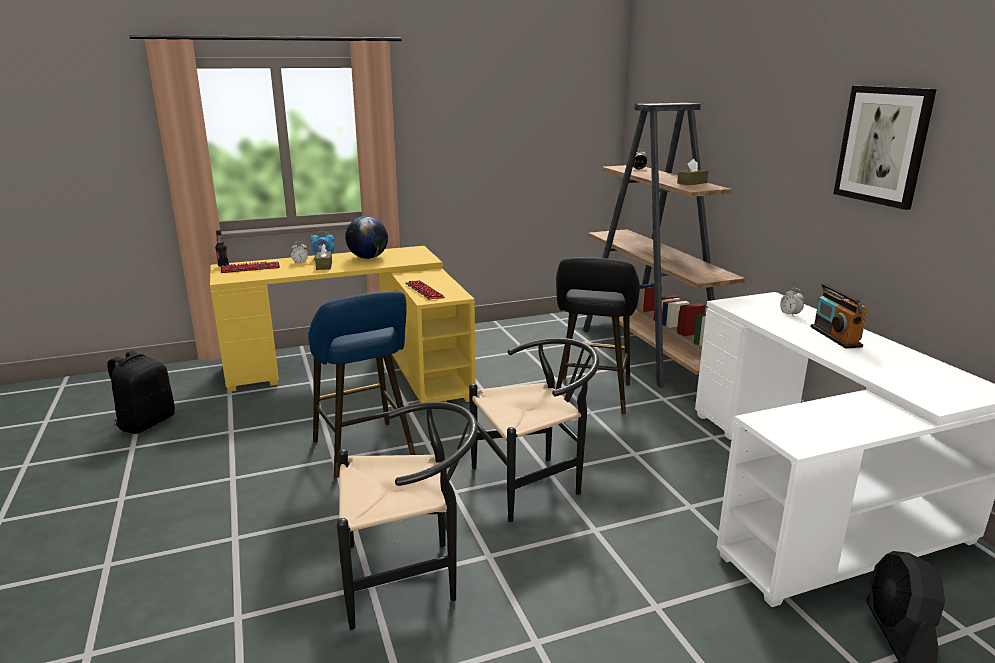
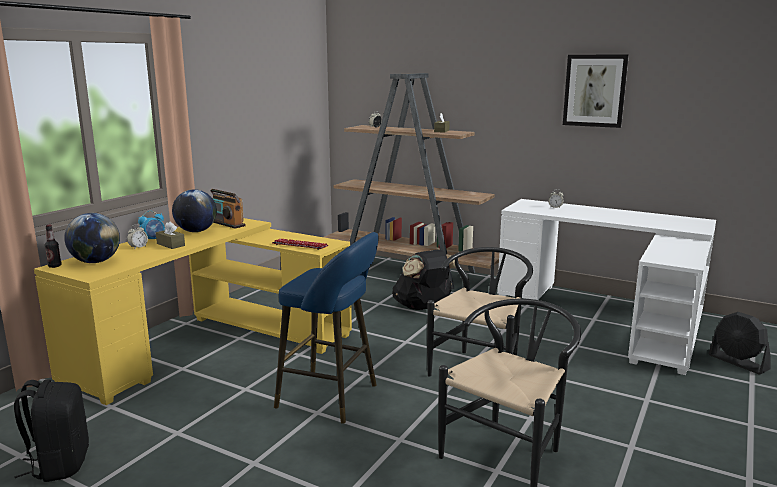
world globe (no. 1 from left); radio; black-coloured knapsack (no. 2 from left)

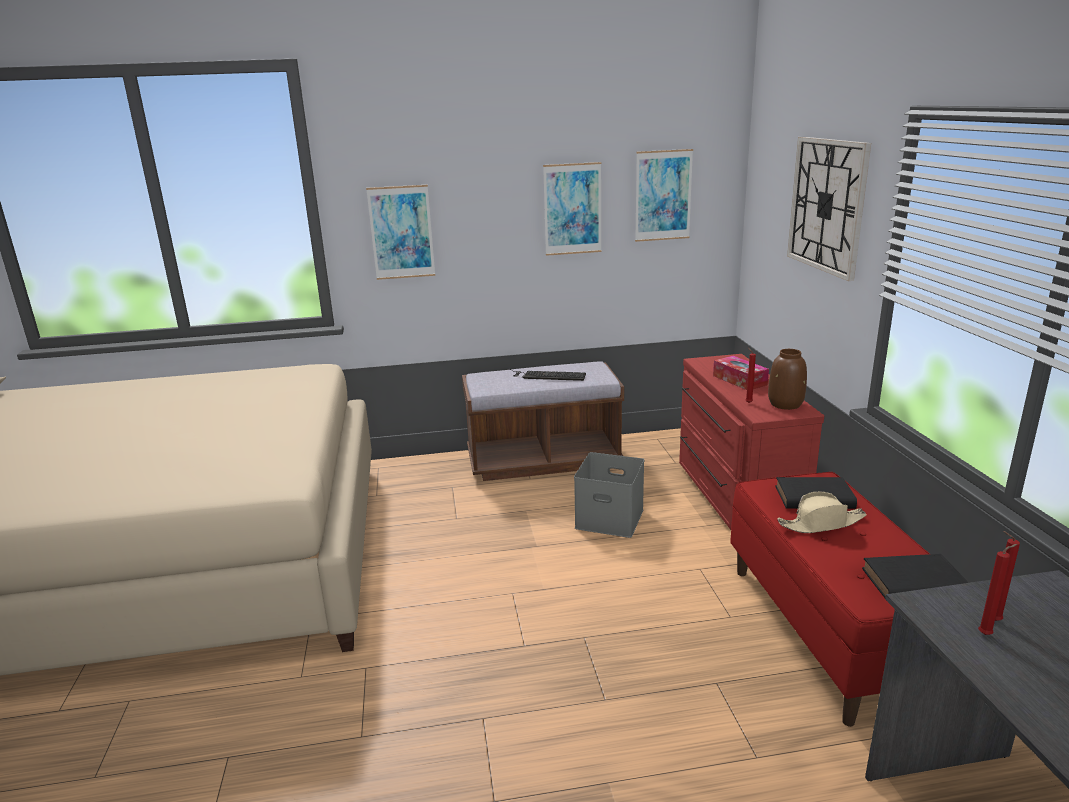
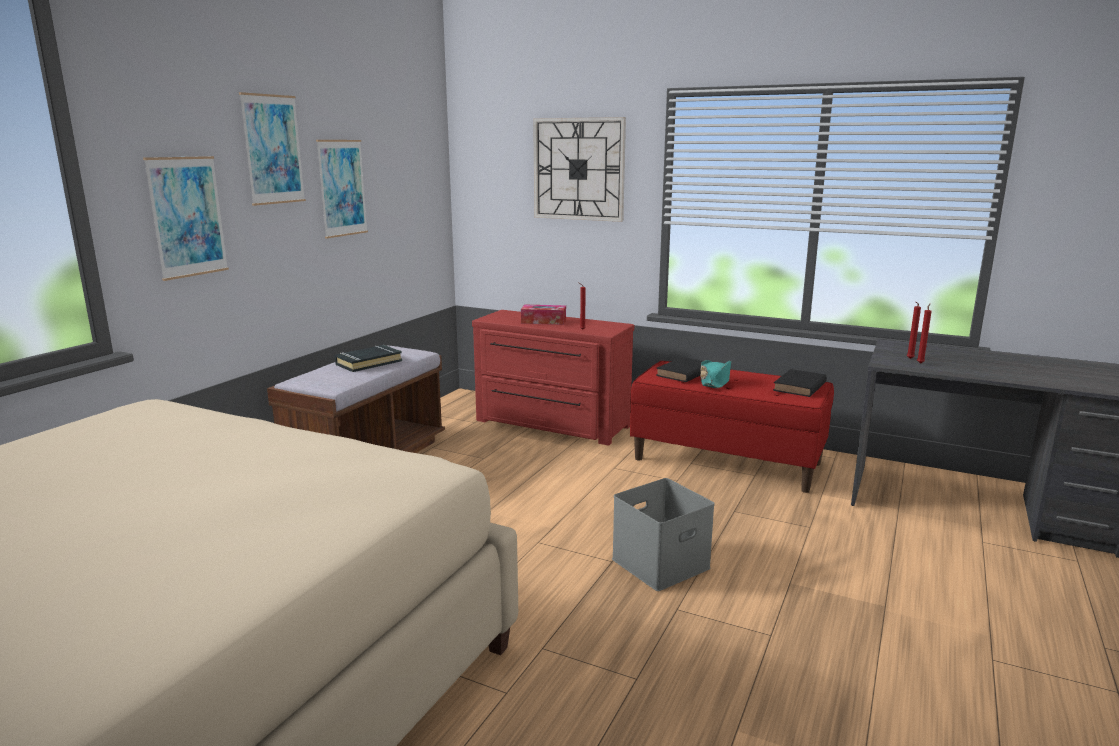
wall picture (no. 2 from left); black-coloured volume (no. 1 from left); grey storage bin; turquoise-coloured clothing hat; brown-coloured flower vase

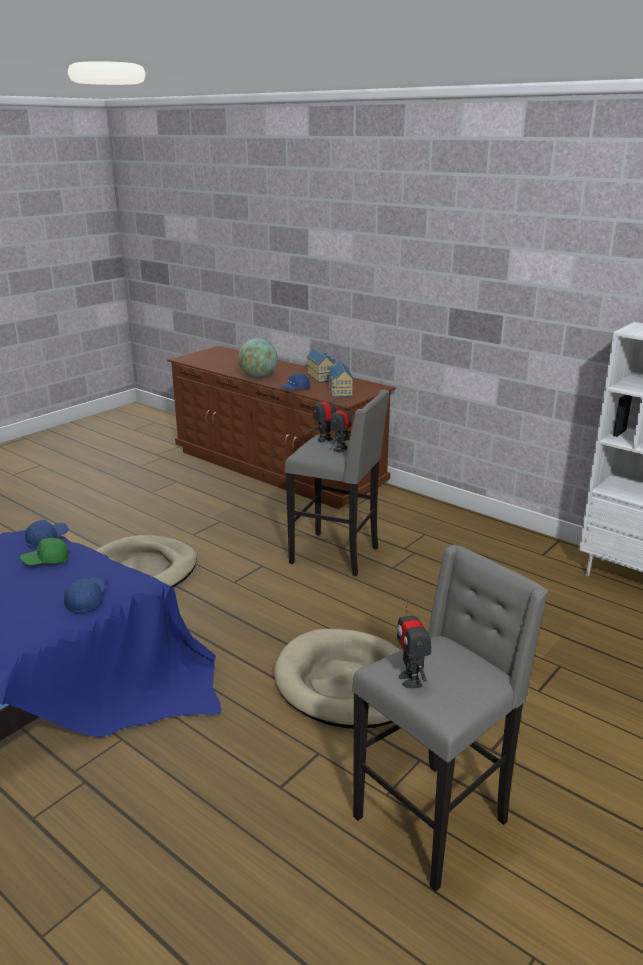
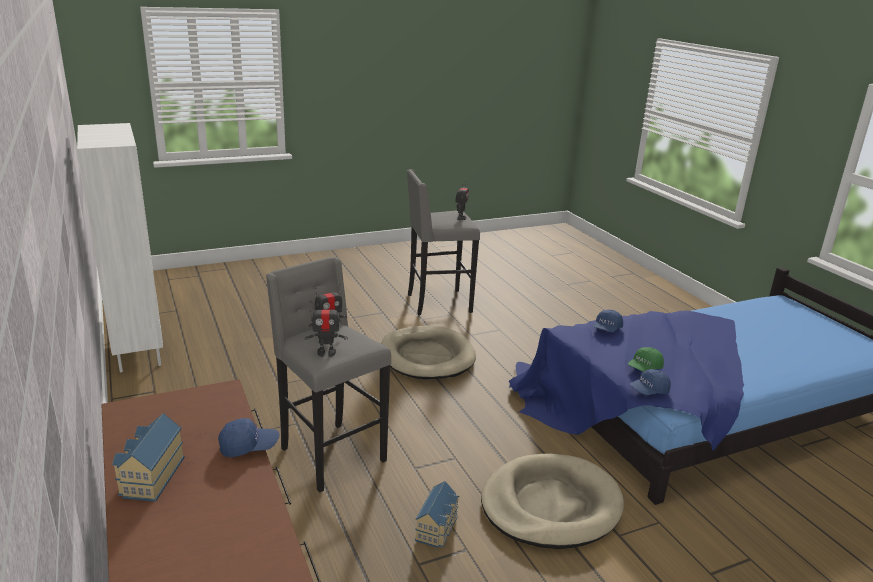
miniature house (no. 2 from left); green peaked cap; world globe

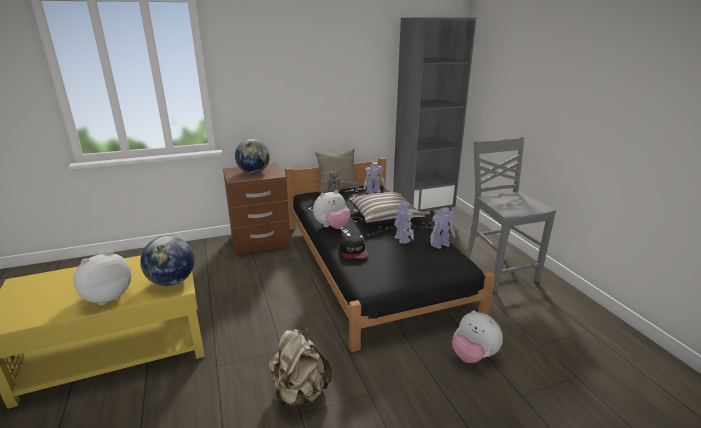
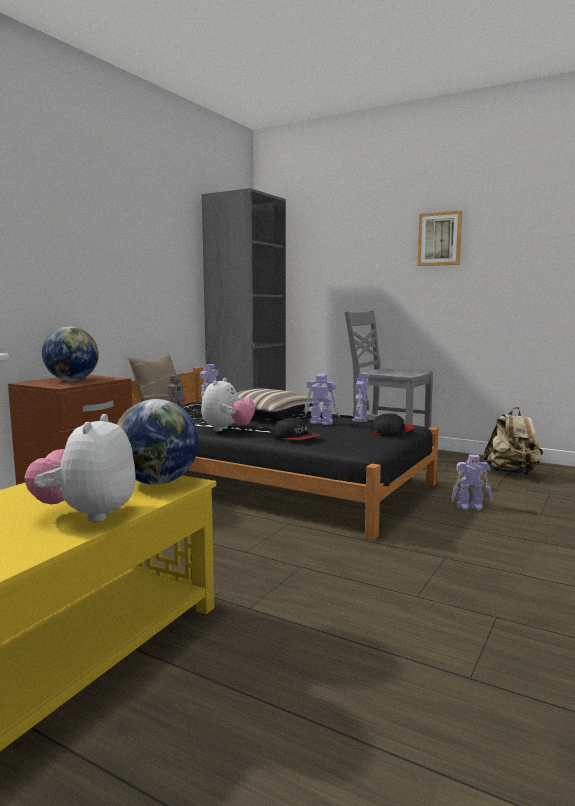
peaked cap (no. 2 from left); wall picture; model robot (no. 5 from left); sand-coloured knapsack

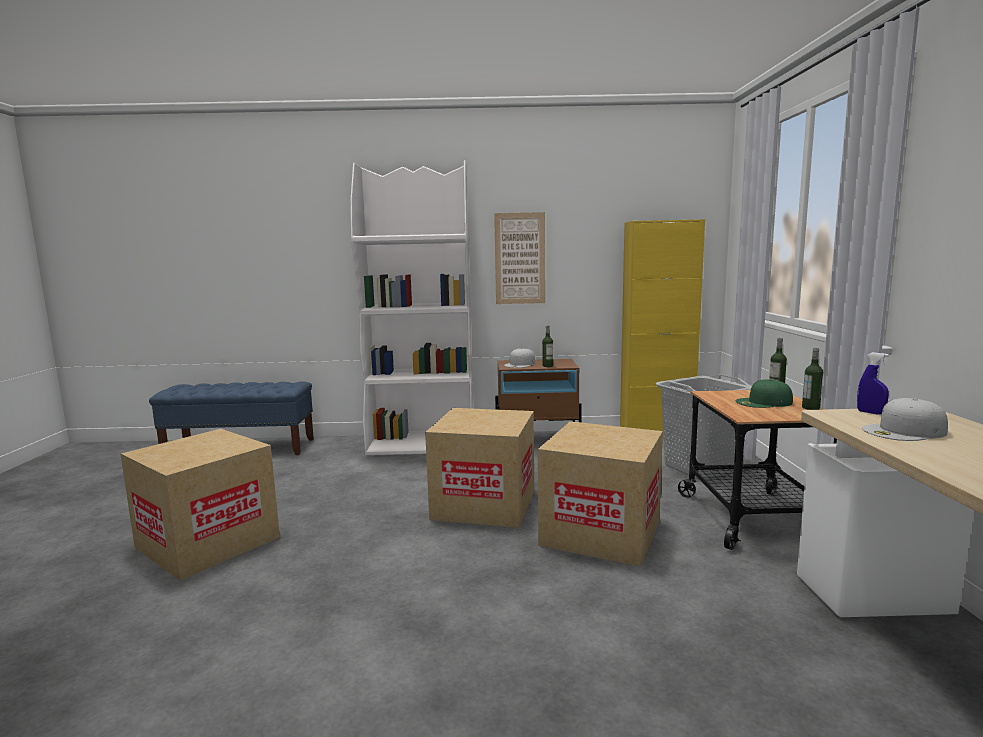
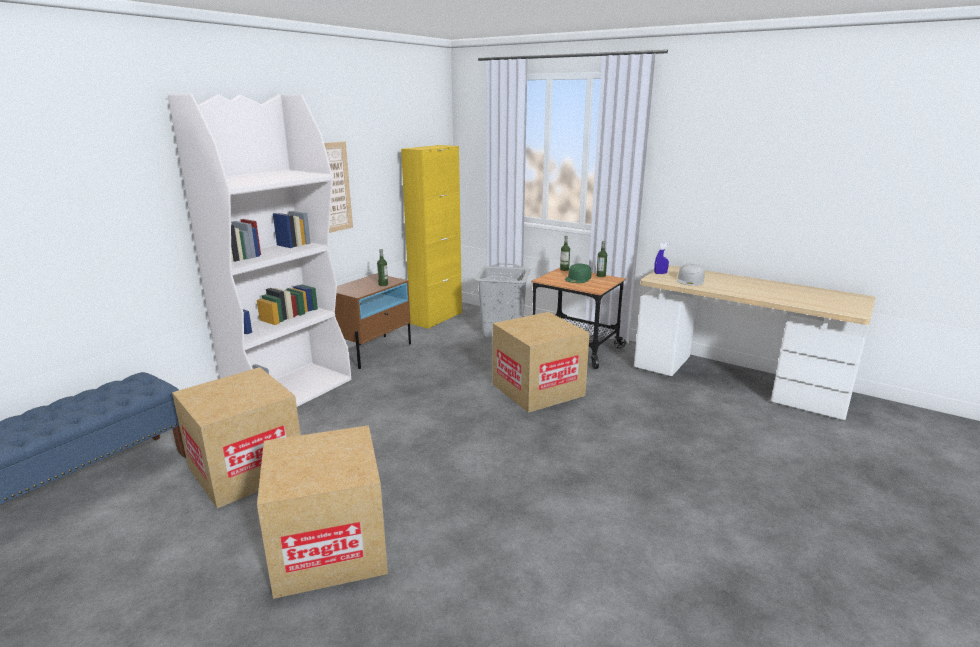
packing box (no. 1 from left); whitish peaked cap (no. 1 from left in the first image)

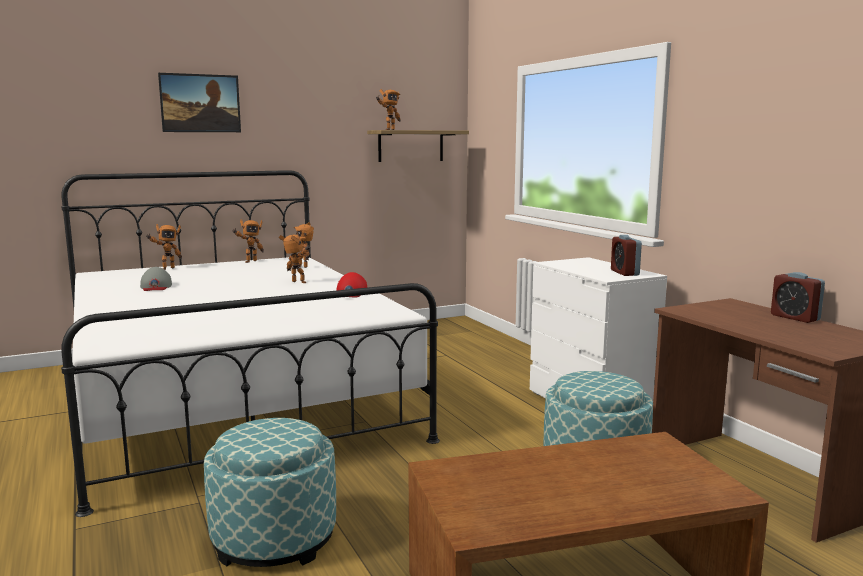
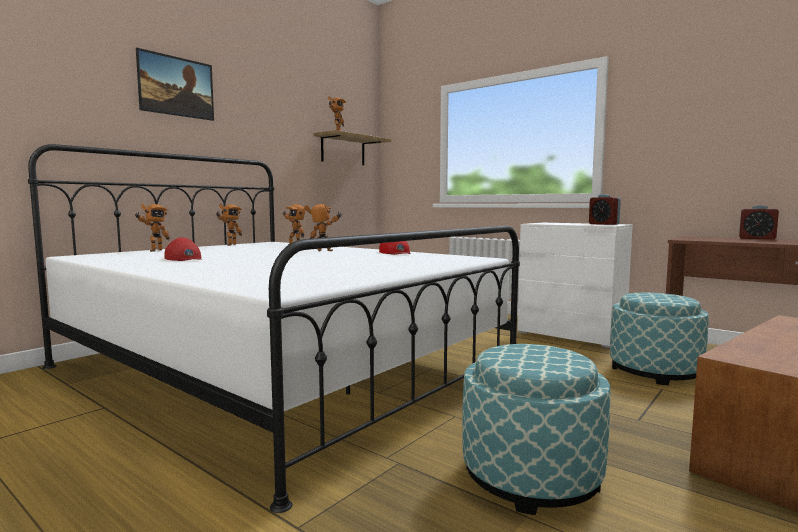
red peaked cap (no. 1 from left)

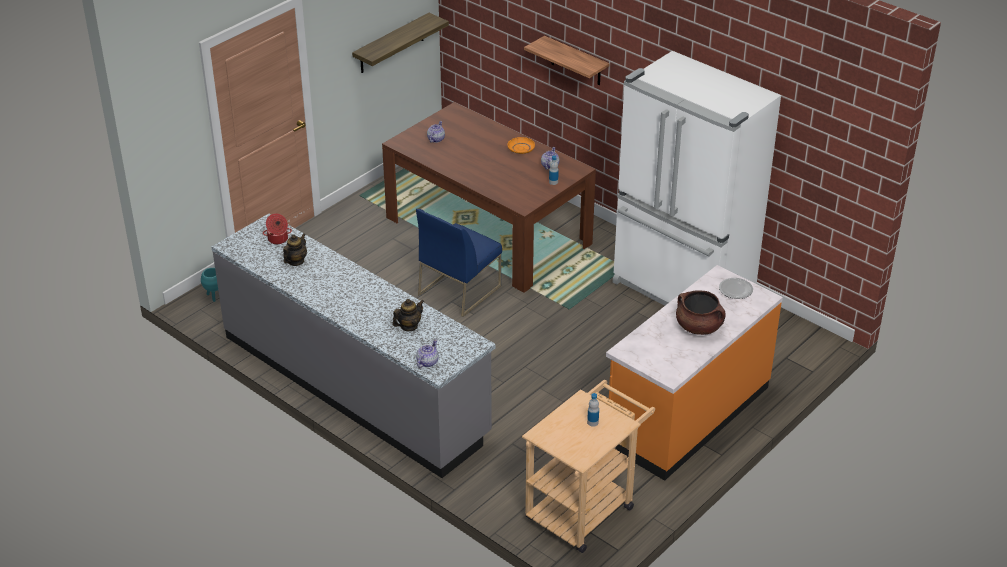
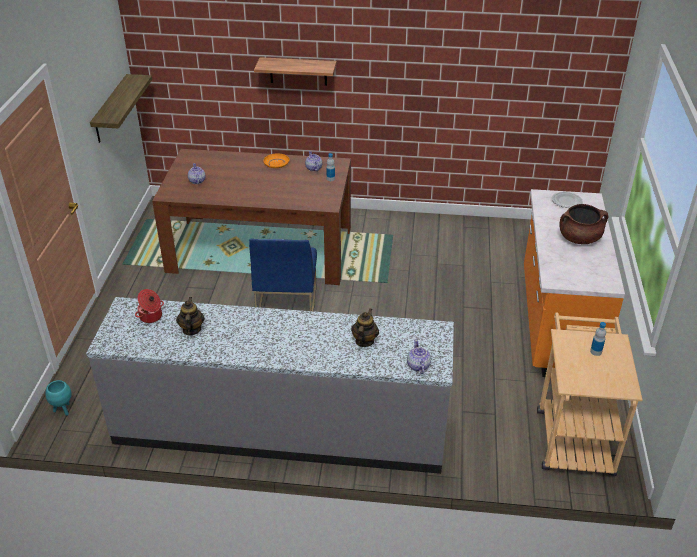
whitish refrigerator

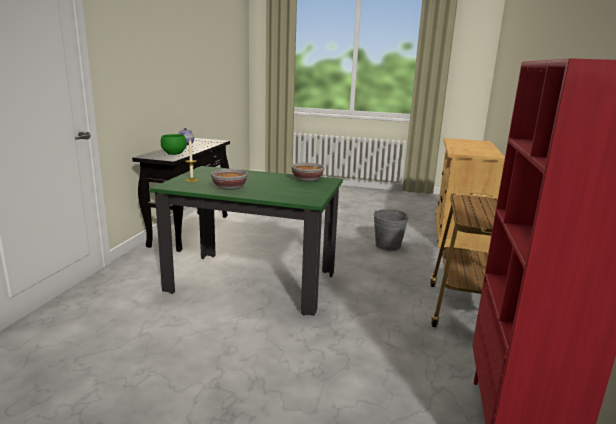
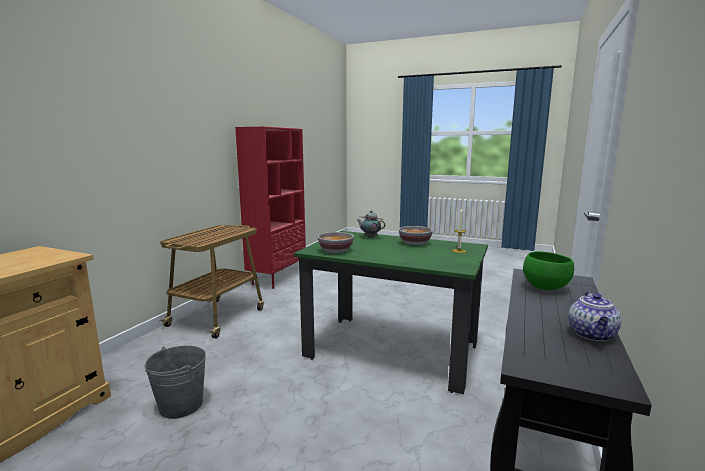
teapot (no. 1 from left)

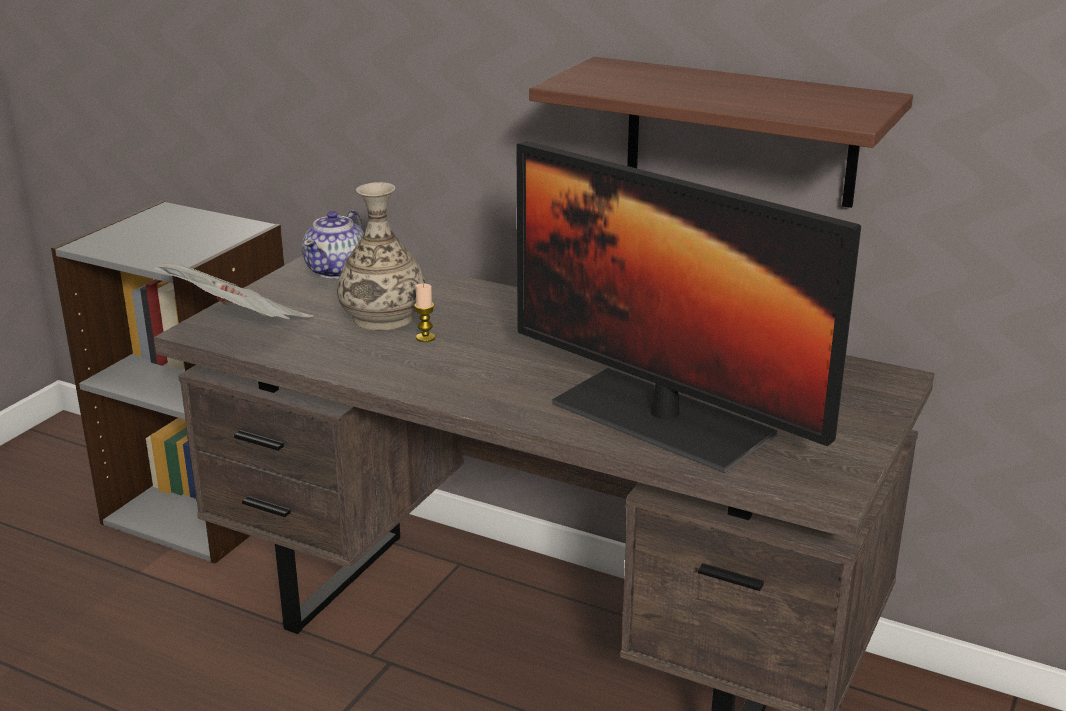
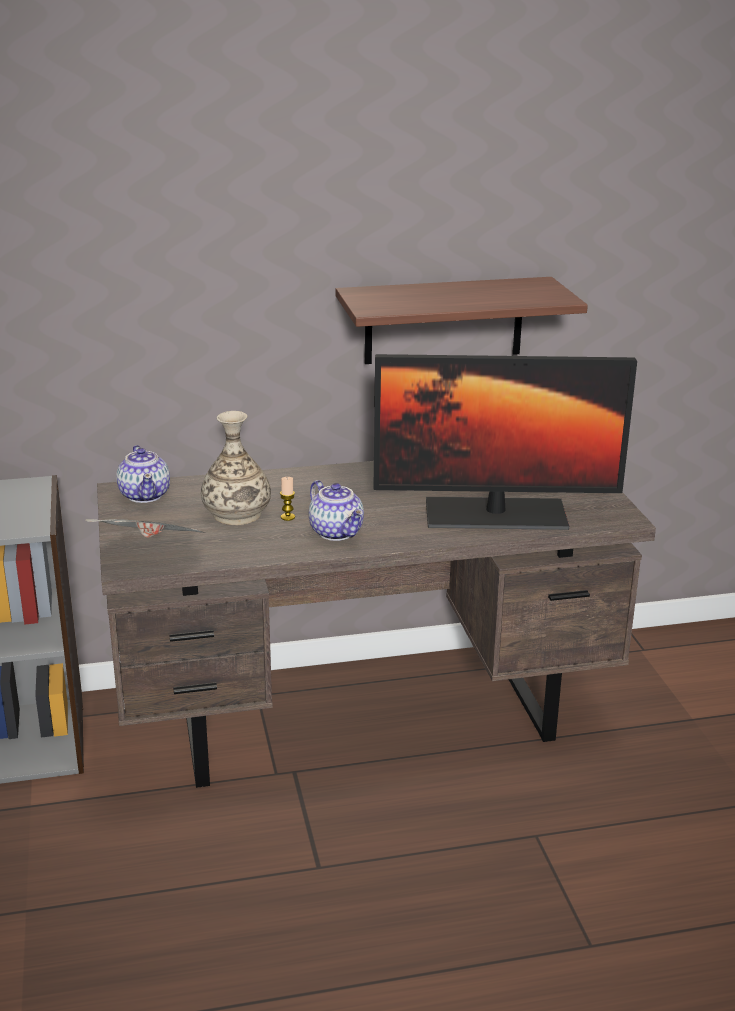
teapot (no. 2 from left)

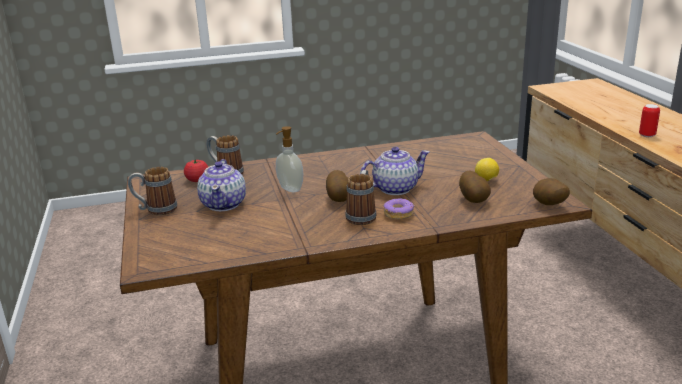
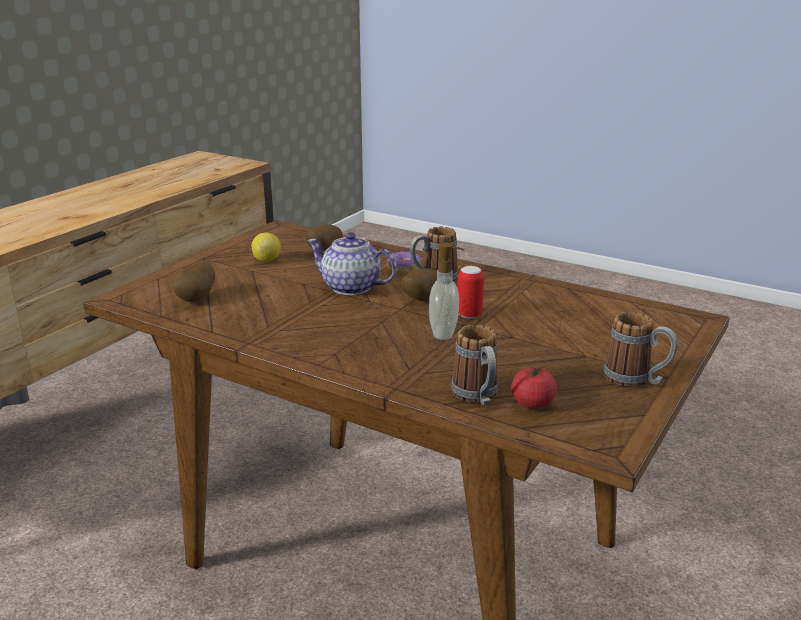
whole potato (no. 1 from left); sealed can; teapot (no. 1 from left in the first image)

